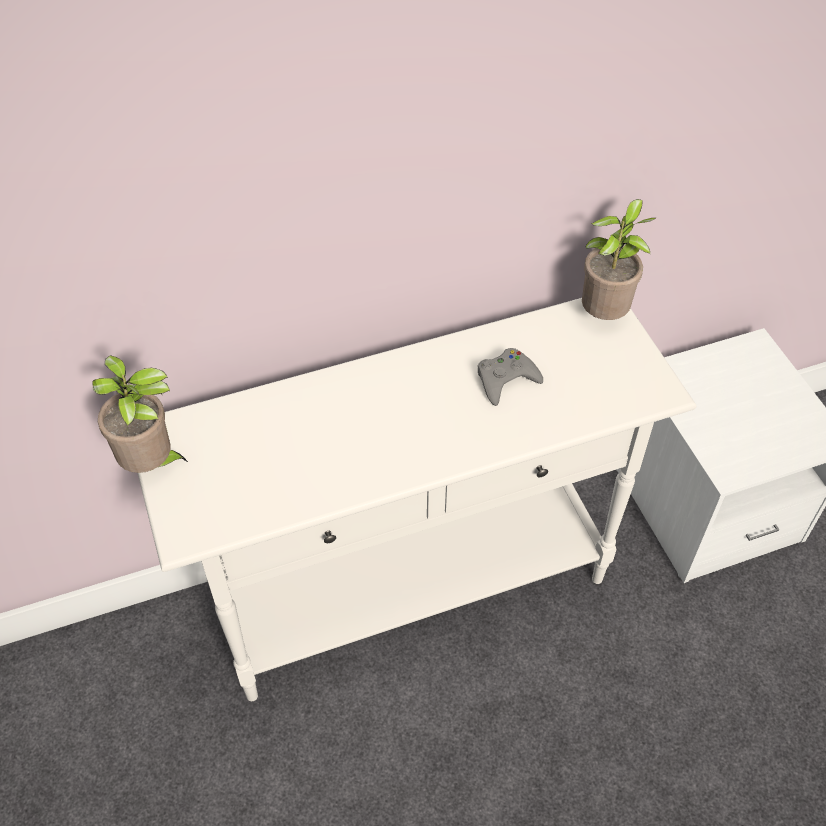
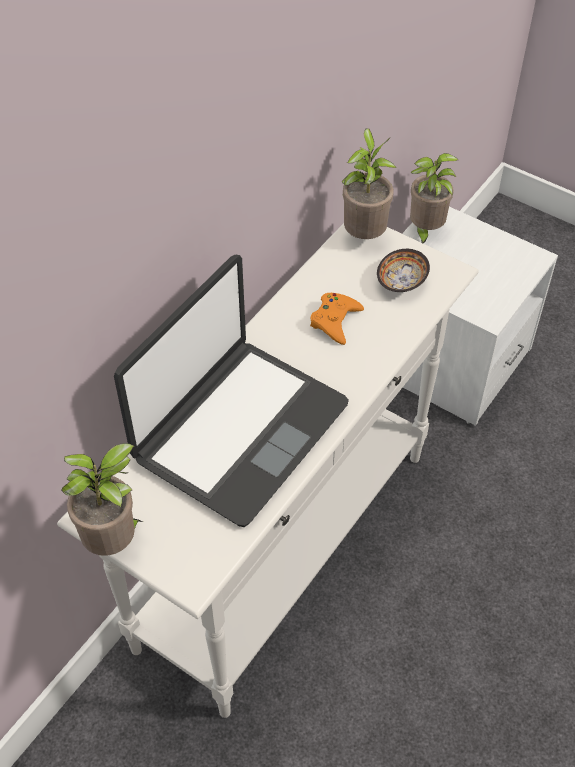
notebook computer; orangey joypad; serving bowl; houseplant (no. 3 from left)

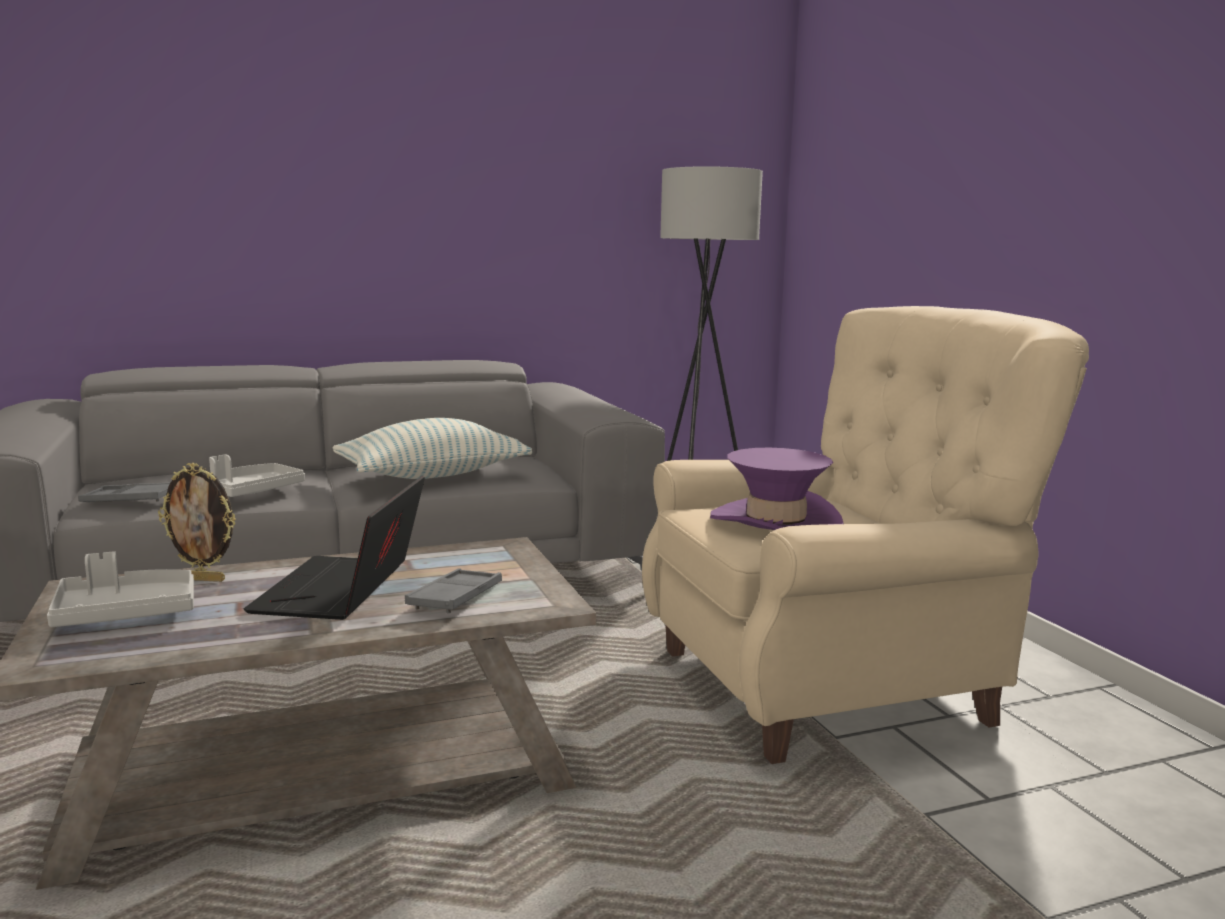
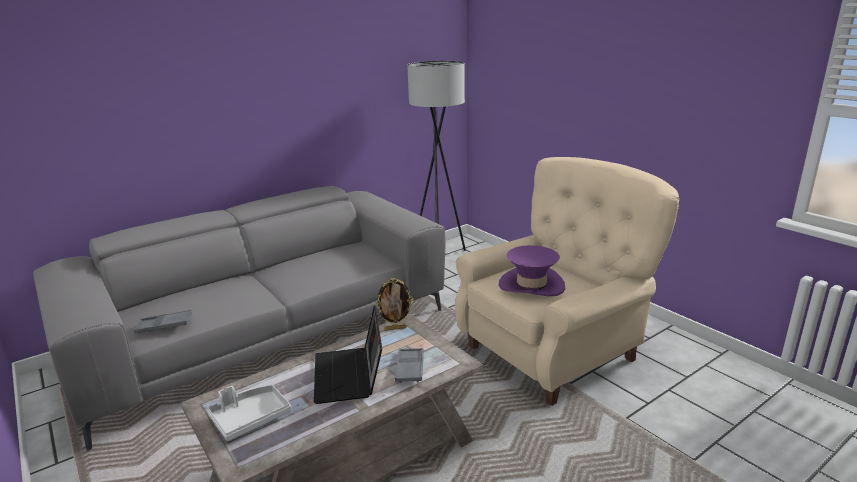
photo frame; grey carrying tray (no. 3 from left in the first image); cushion

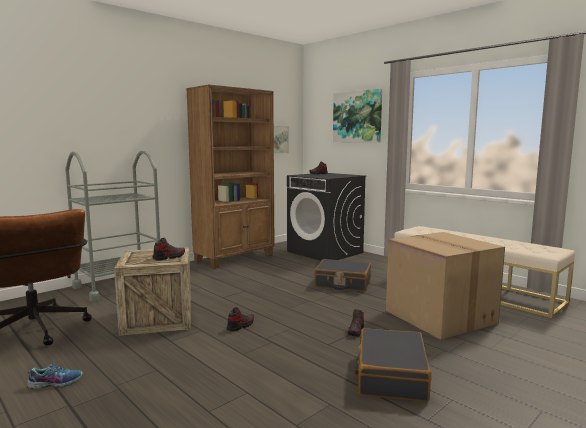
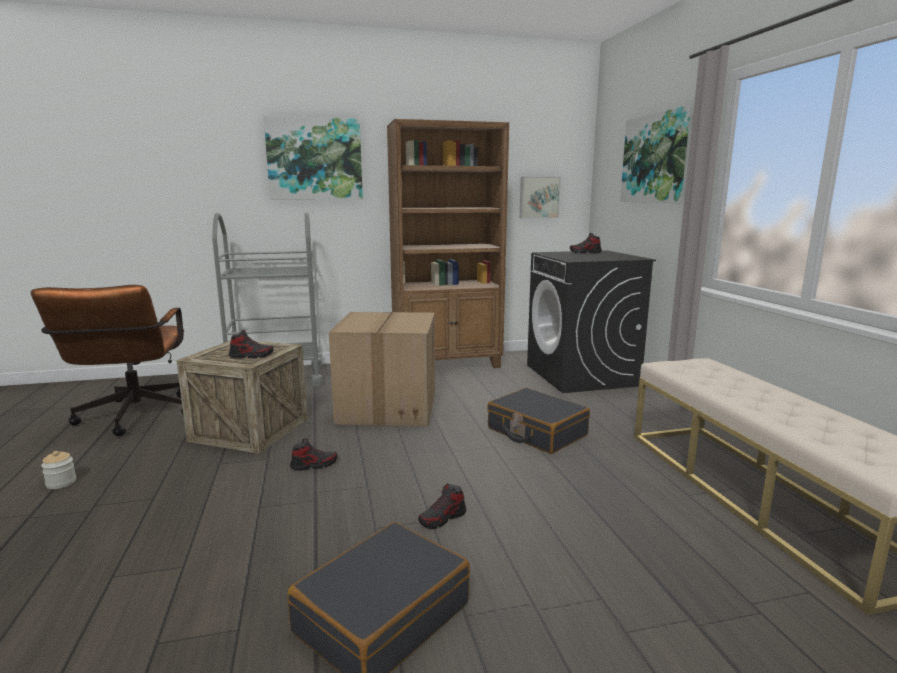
preserve jar; wall picture (no. 1 from left); packing box

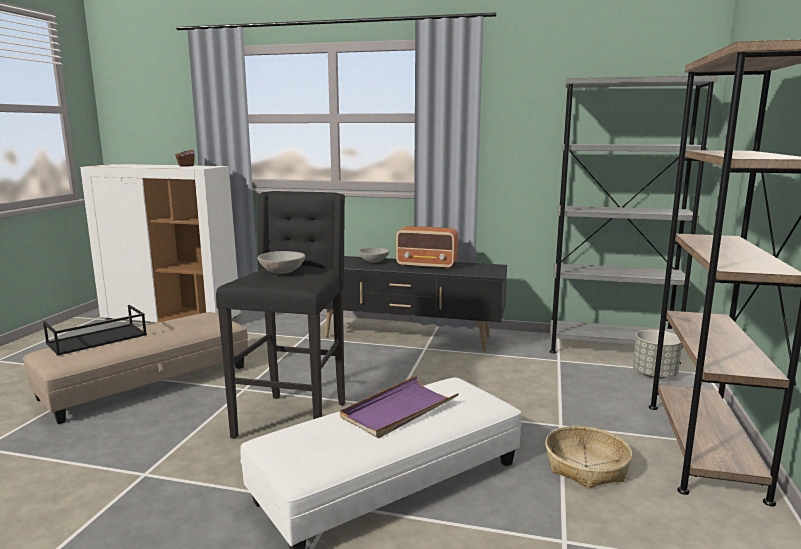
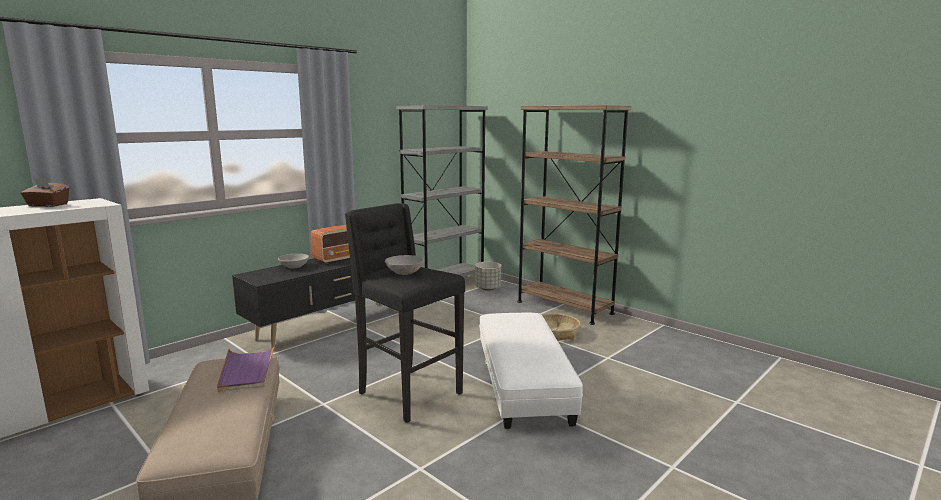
purple carrying tray; black-coloured carrying tray

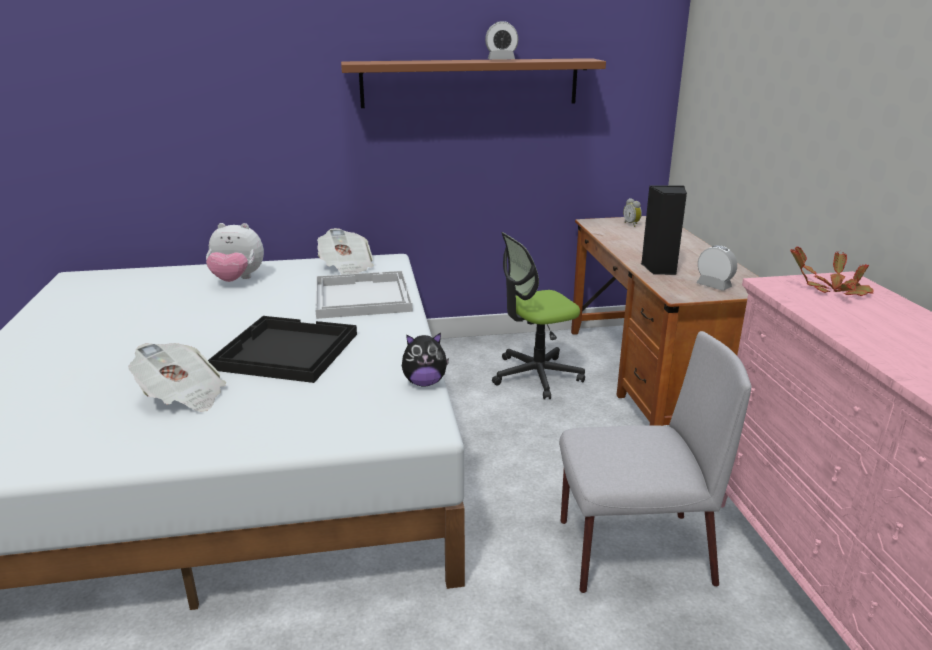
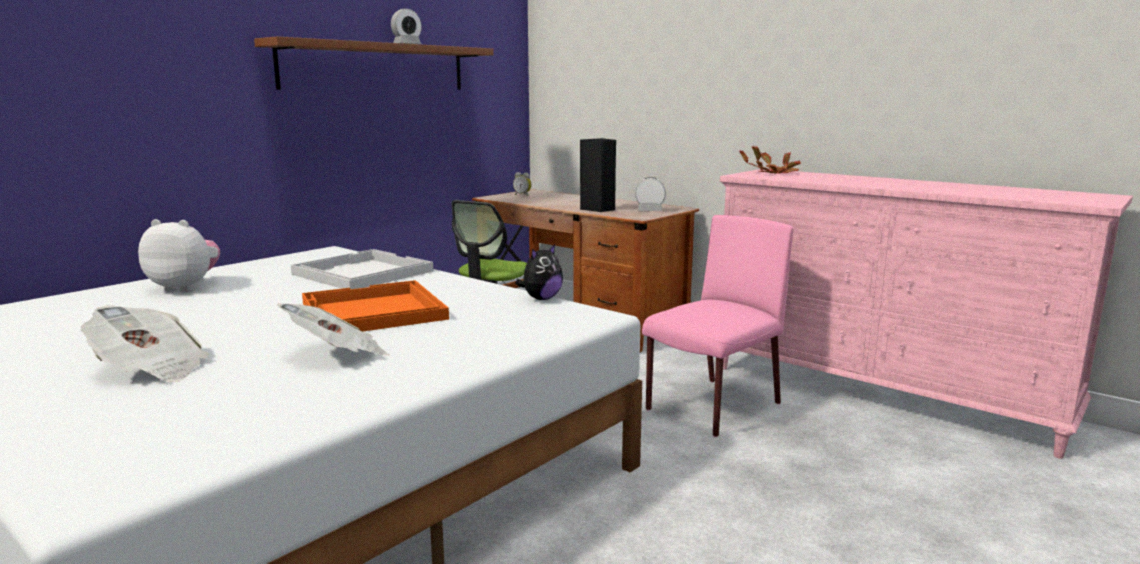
newspaper (no. 1 from left); plush toy (no. 1 from left); orangey carrying tray; pink-coloured chair

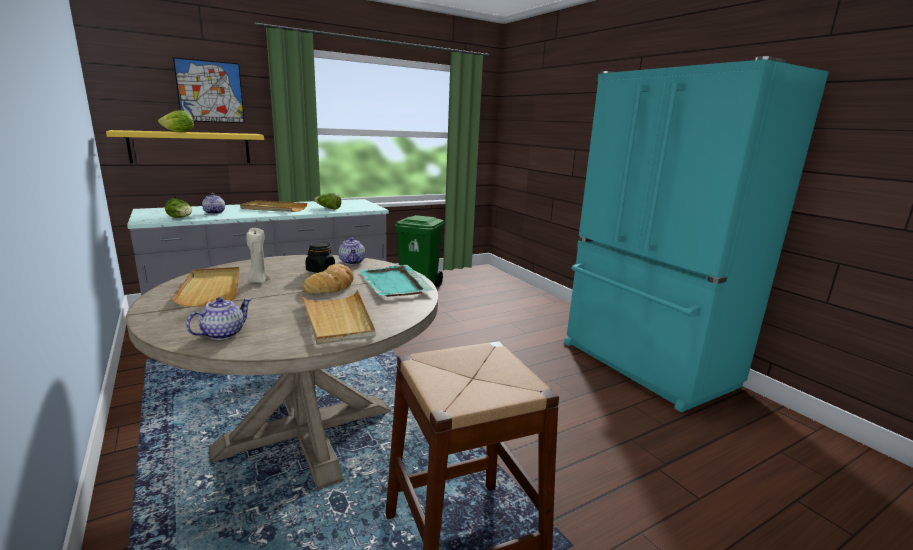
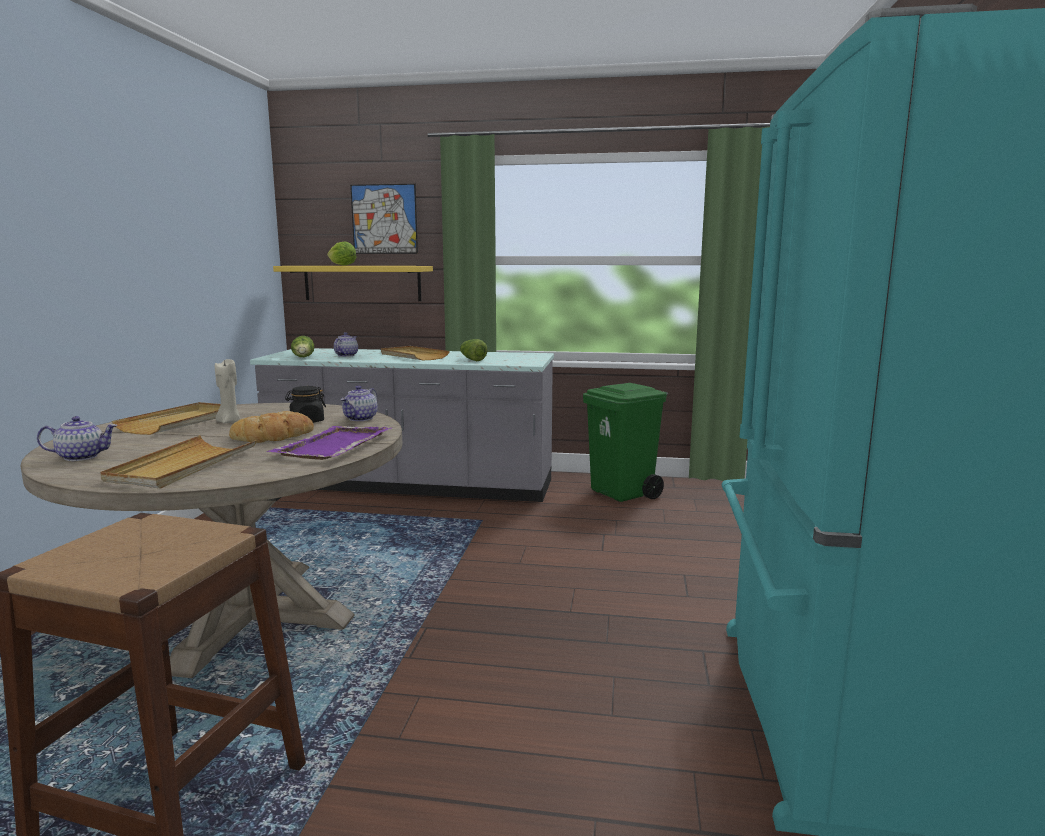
purple carrying tray

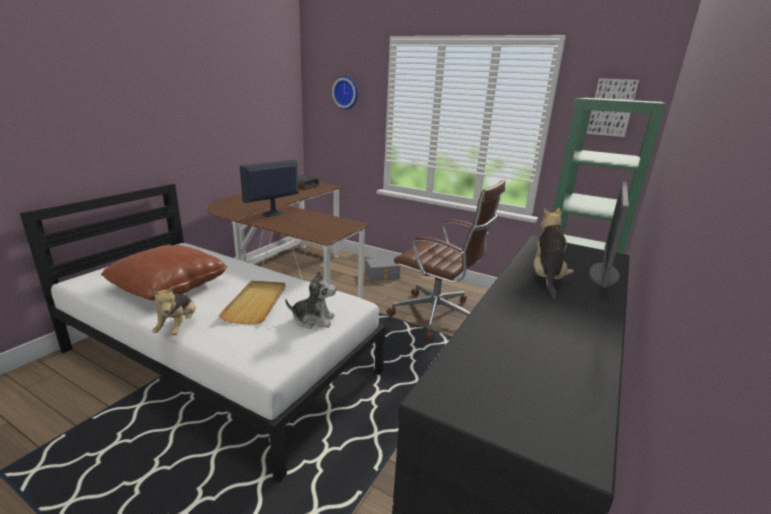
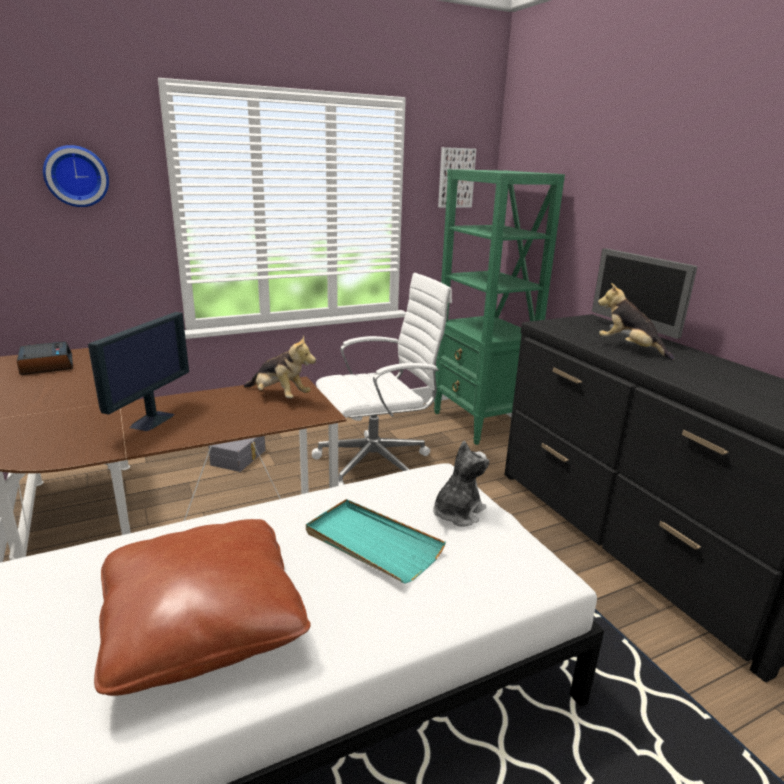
computer screen (no. 1 from left); plush toy (no. 1 from left); turquoise-coloured carrying tray; whitish desk chair

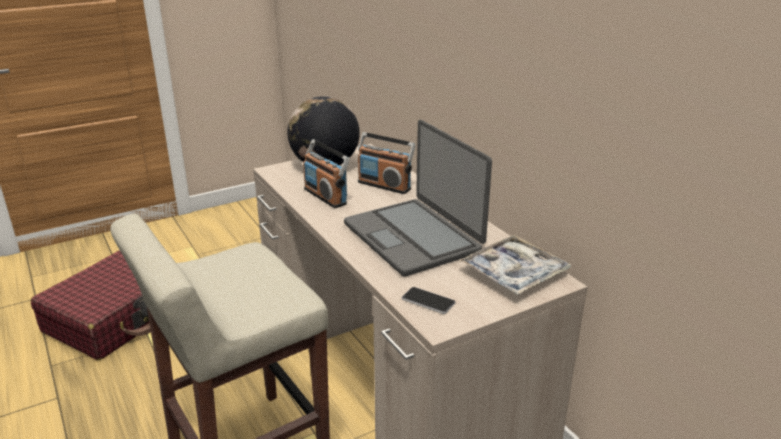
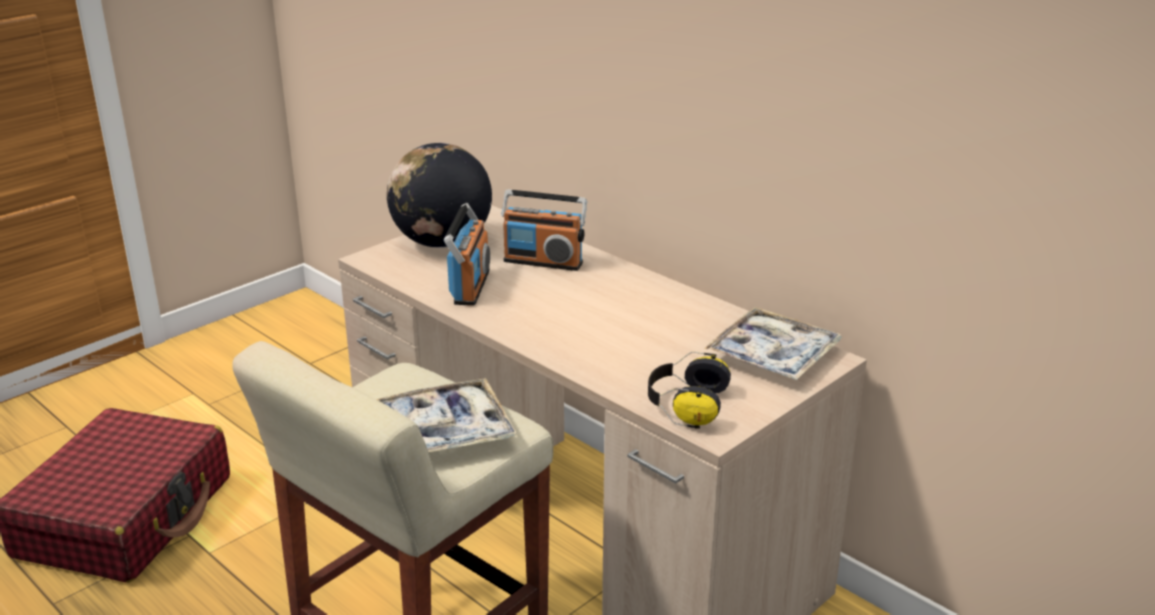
carrying tray (no. 1 from left); radio (no. 1 from left); pair of headphones; notebook computer

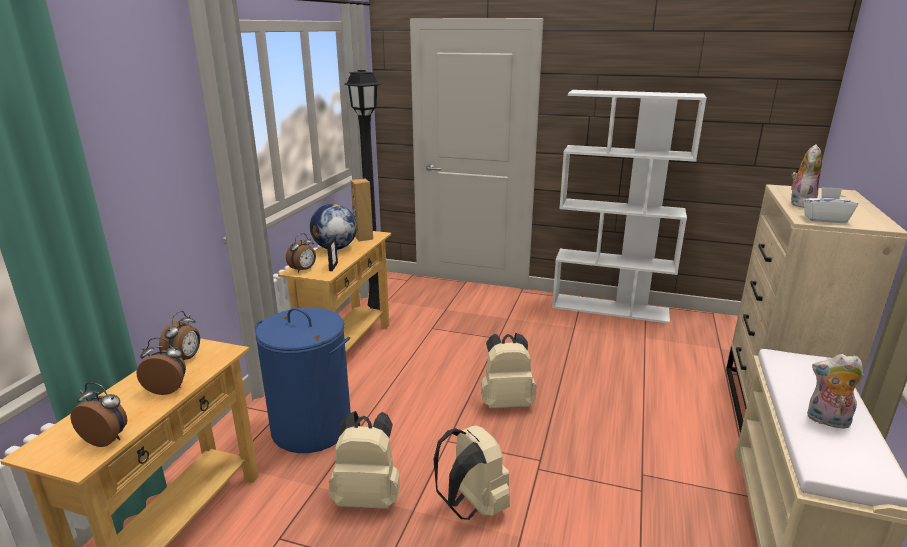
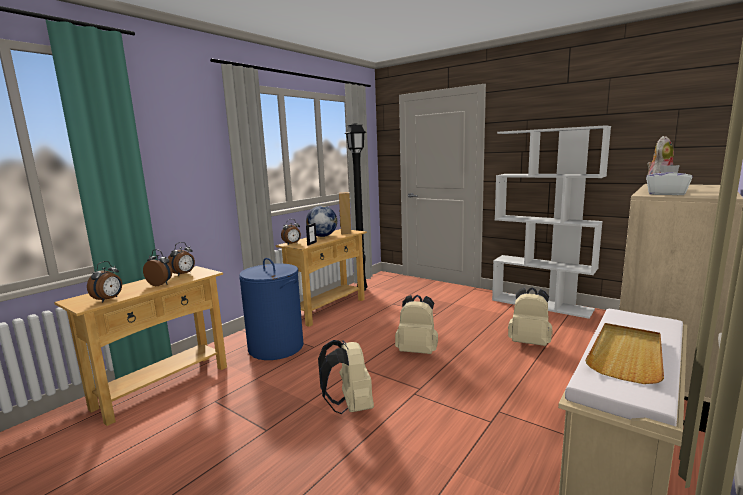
bedside clock (no. 1 from left); sand-coloured knapsack (no. 3 from left); sand-coloured carrying tray

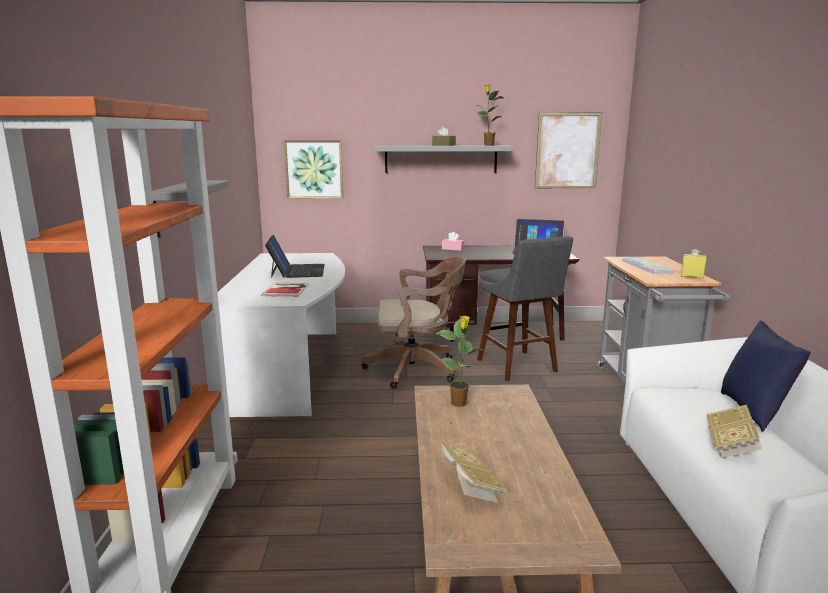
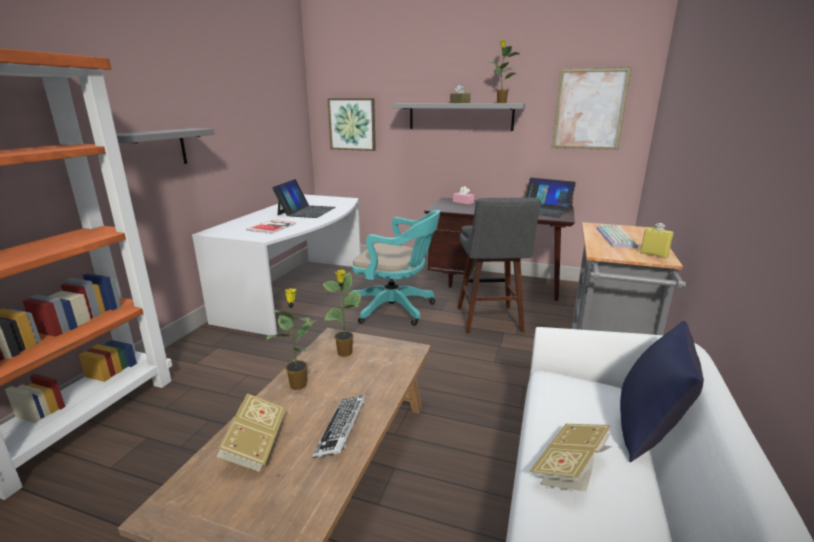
houseplant (no. 1 from left); PC keyboard (no. 1 from left); turquoise-coloured desk chair

